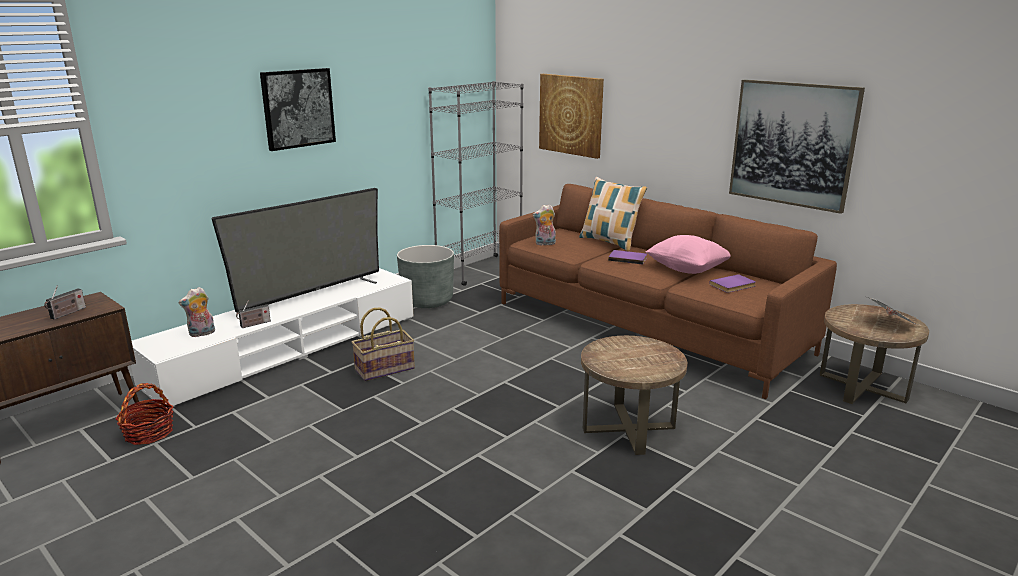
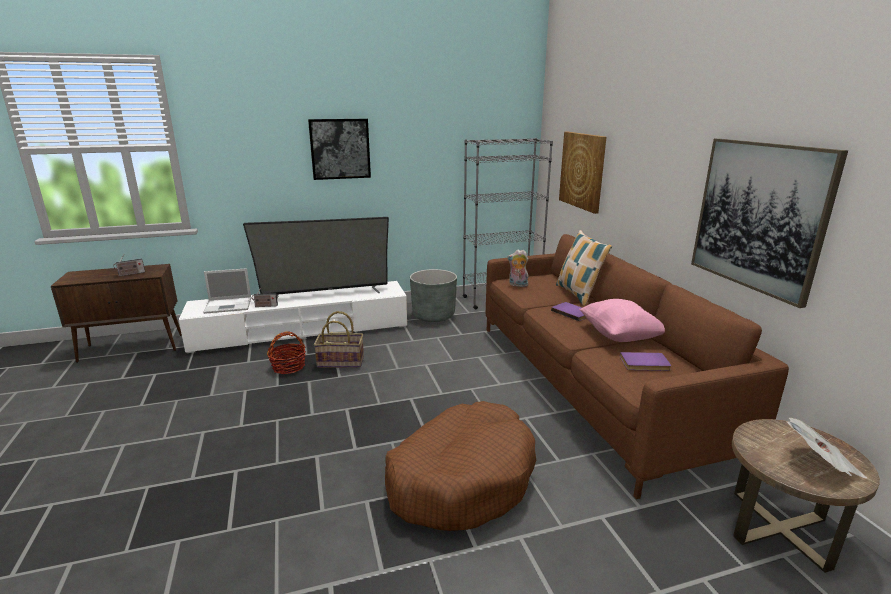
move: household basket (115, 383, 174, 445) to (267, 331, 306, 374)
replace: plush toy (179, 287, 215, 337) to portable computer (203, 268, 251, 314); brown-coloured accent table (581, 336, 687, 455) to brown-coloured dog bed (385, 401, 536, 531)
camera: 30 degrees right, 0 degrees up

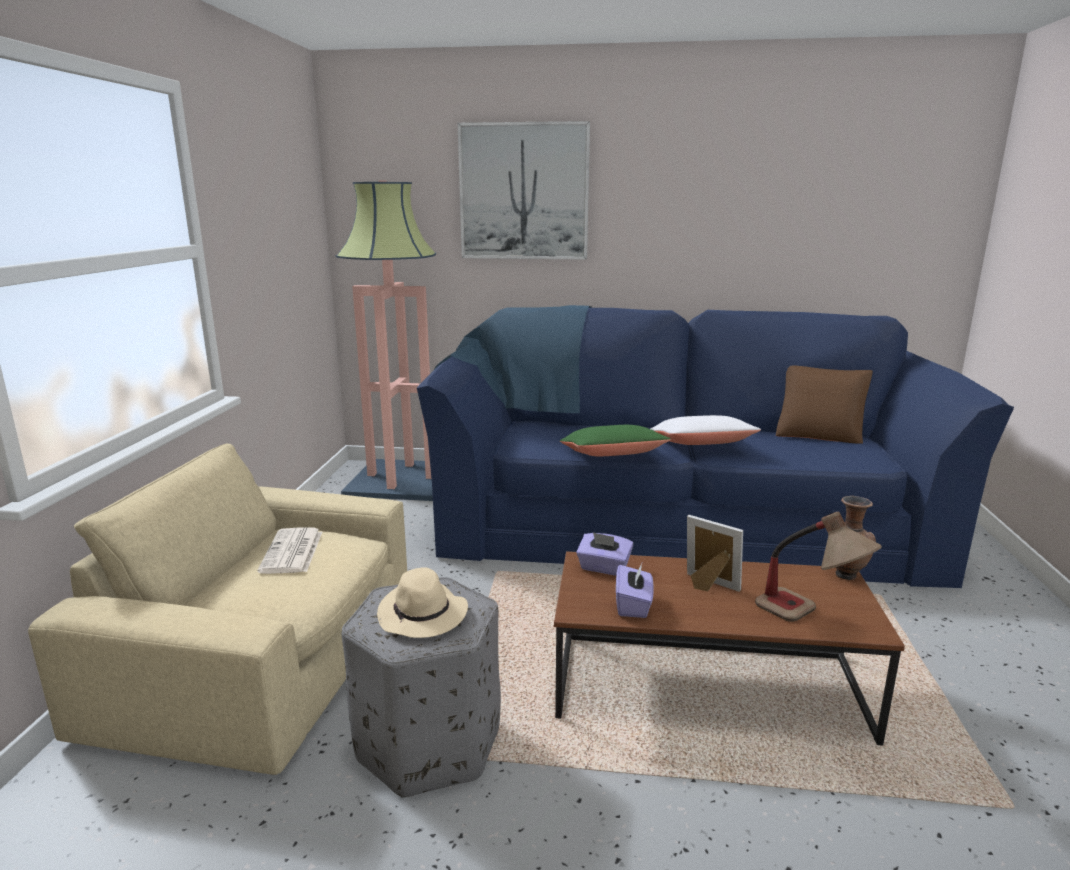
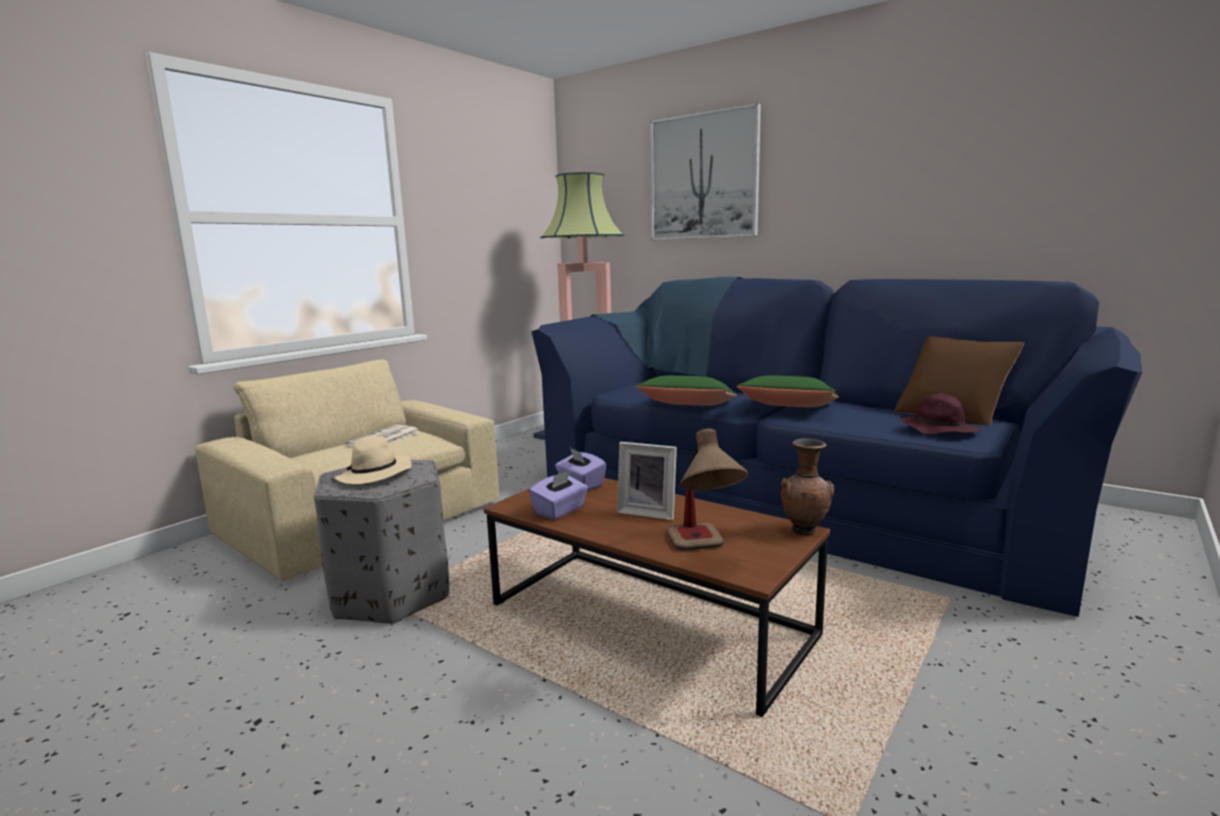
insert: purplish clothing hat (900, 393, 981, 434)
recolor: whitish throw pillow (650, 415, 761, 445) to green-coloured throw pillow (737, 375, 839, 407)
rotate: photo frame (687, 515, 743, 592) = (617, 442, 677, 520) 135 degrees clockwise
camera: 30 degrees right, 5 degrees down

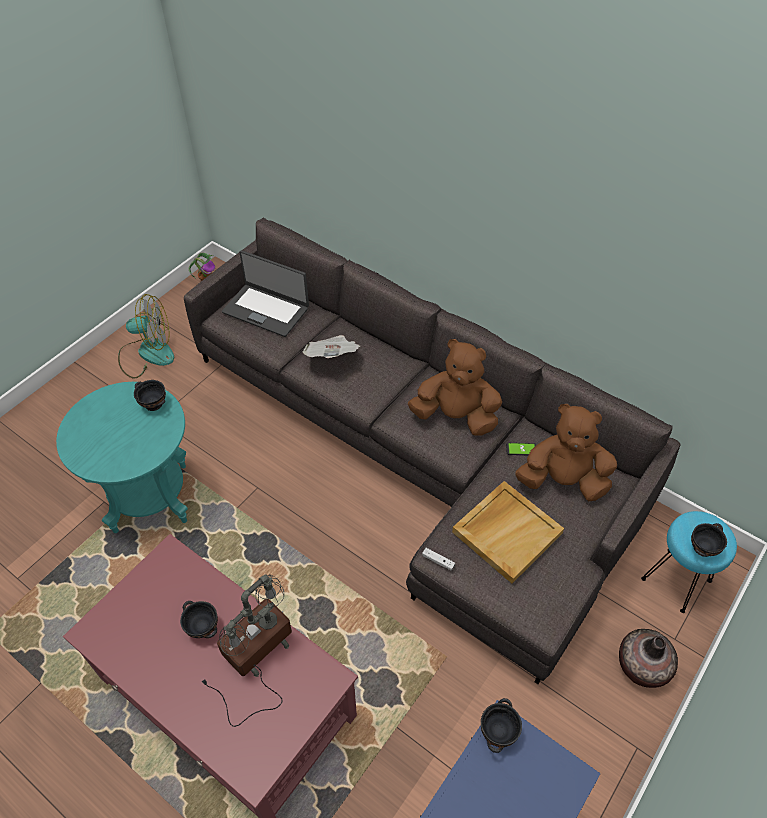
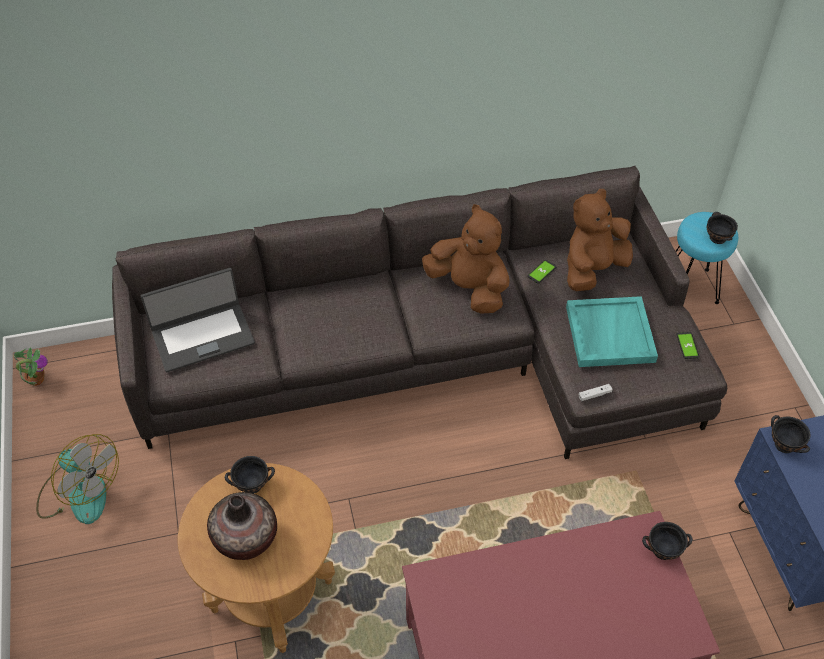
delete: newspaper (303, 335, 360, 358); tabletop lamp (201, 574, 292, 727)
insert: phone (676, 332, 699, 359)
move: black bowl (180, 601, 218, 638) to (642, 522, 693, 560); vase (619, 629, 678, 688) to (207, 492, 277, 560)
recolor: turquoise accent table (56, 382, 188, 533) to brown-coloured accent table (178, 463, 335, 653); beige carrying tray (452, 481, 564, 583) to turquoise carrying tray (566, 296, 658, 367)
rotate: fan (118, 294, 174, 379) = (36, 434, 119, 524) 90 degrees clockwise; brown-coloured plush toy (408, 339, 502, 436) = (422, 204, 510, 314) 75 degrees clockwise
camera: 50 degrees left, 0 degrees up

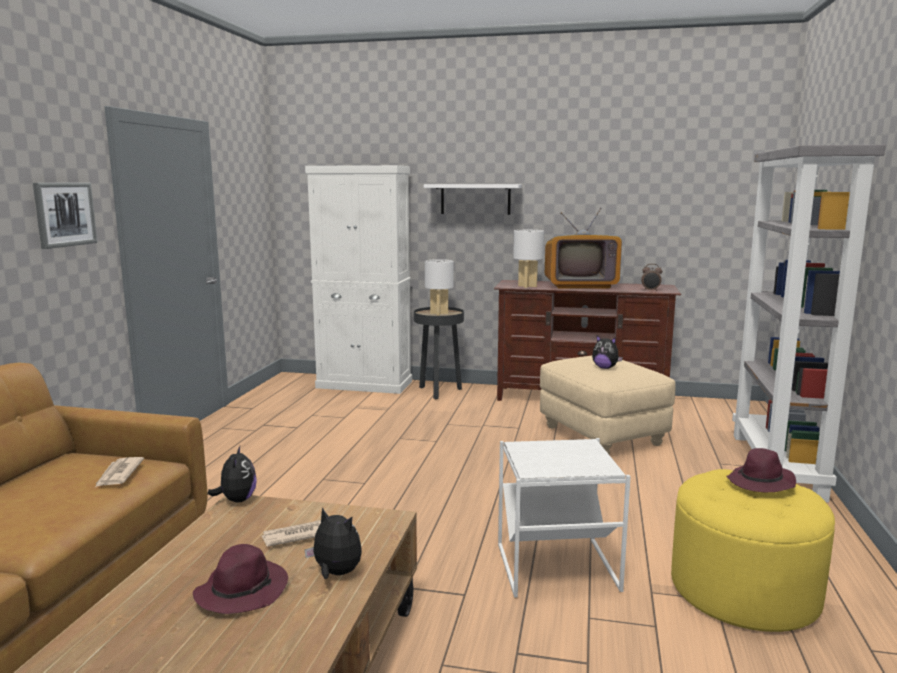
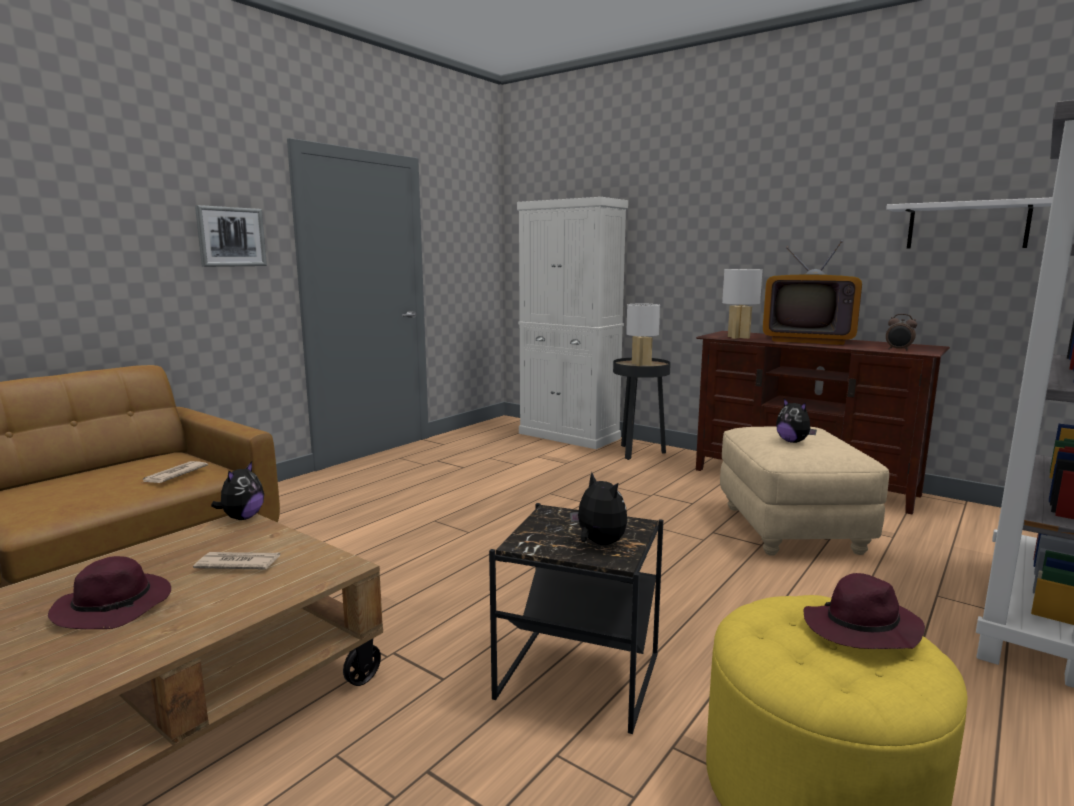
move: whitish wall shelf (424, 184, 522, 215) to (886, 197, 1052, 249); plush toy (304, 508, 362, 579) to (570, 472, 628, 545)
recolor: whitish accent table (498, 438, 631, 597) to black accent table (489, 503, 663, 734)
camera: 25 degrees right, 0 degrees up

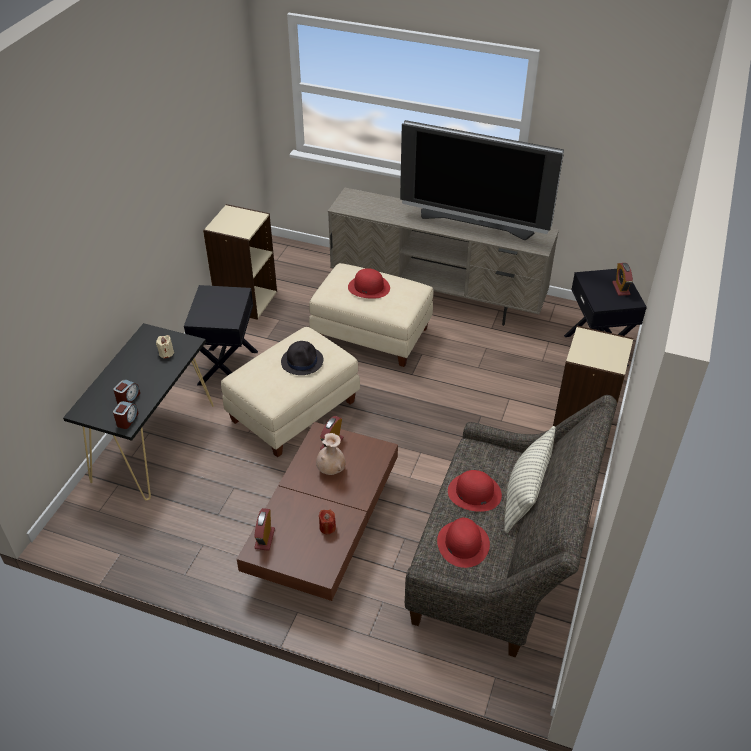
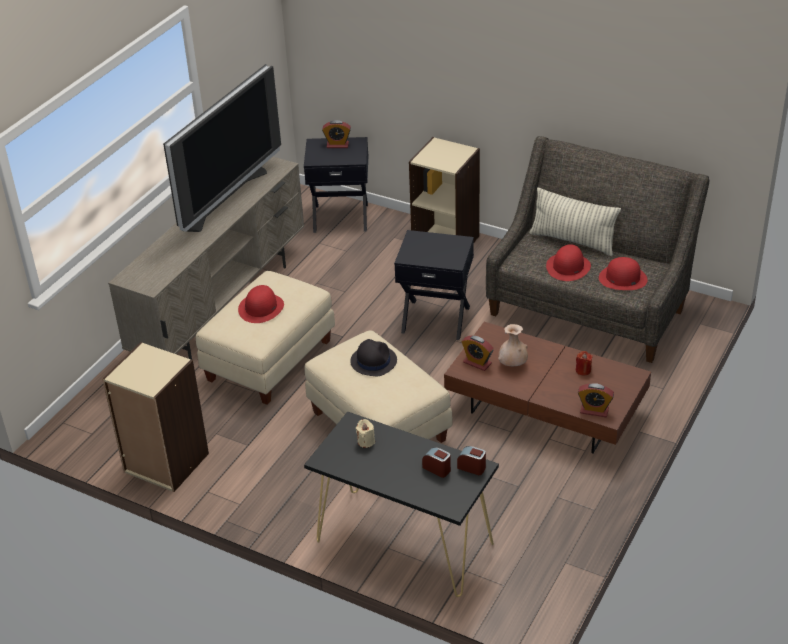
move: black accent table (184, 285, 258, 386) to (394, 230, 474, 340)
camera: 80 degrees left, 5 degrees down

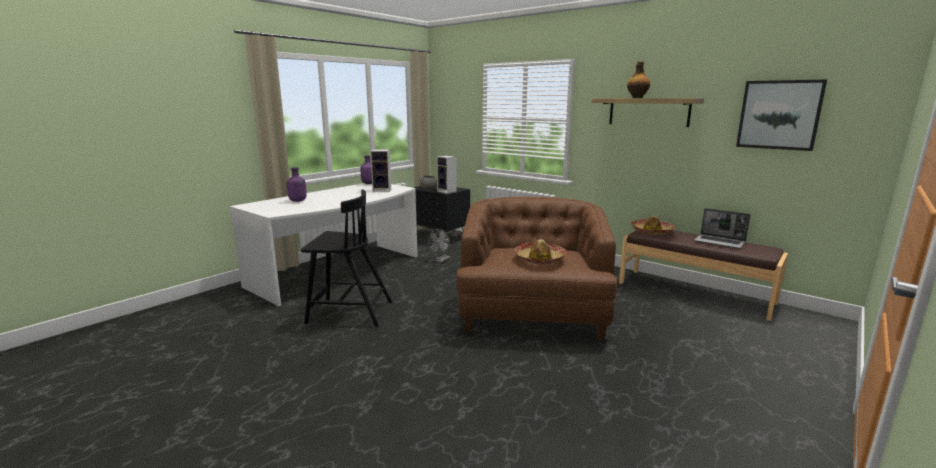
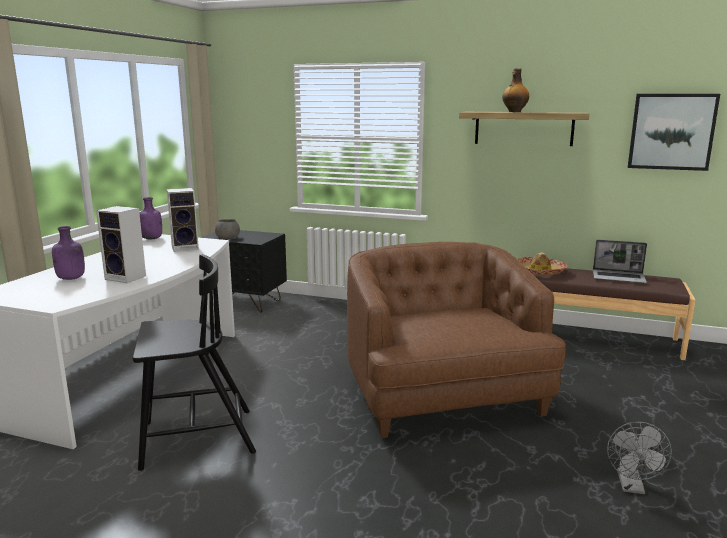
delete: clothing hat (514, 239, 567, 265)
move: speaker (437, 155, 457, 194) to (96, 206, 146, 283); greyish fan (428, 229, 450, 263) to (607, 422, 672, 494)
camera: 20 degrees left, 0 degrees up

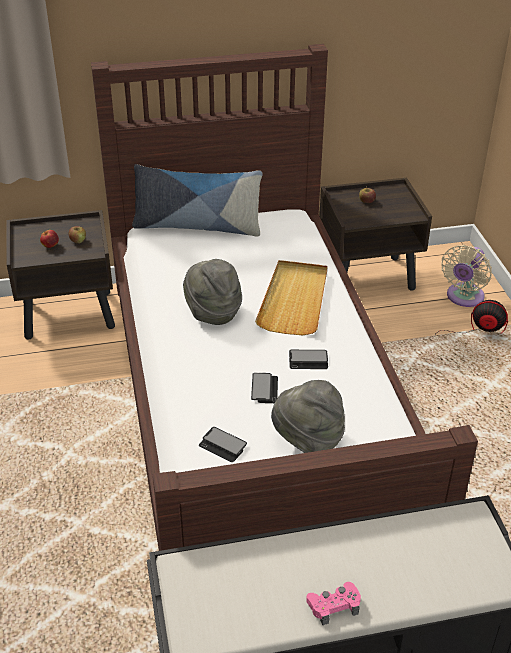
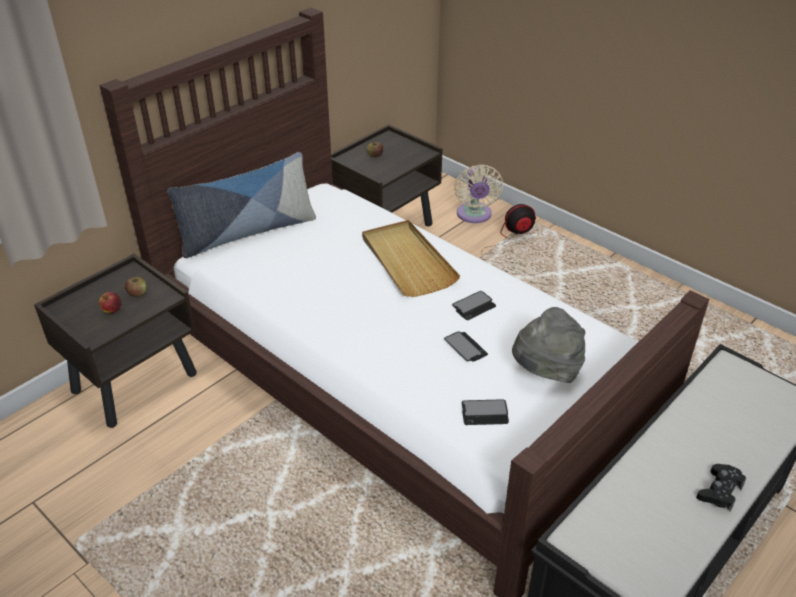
delete: greyish clothing hat (183, 259, 242, 325)
recolor: pinkish joypad (306, 582, 361, 625) to black joypad (696, 464, 746, 512)
camera: 35 degrees left, 0 degrees up

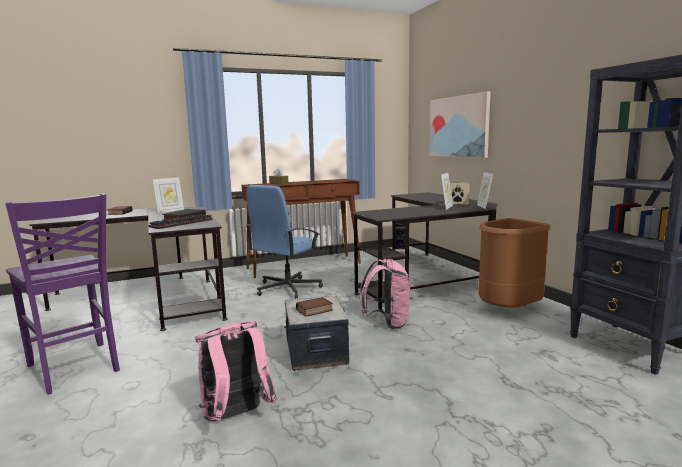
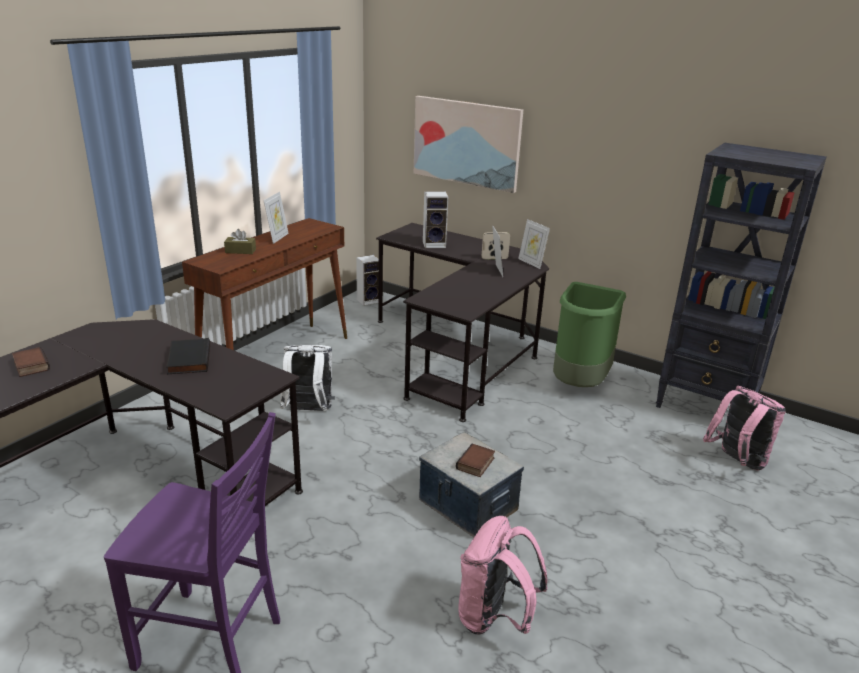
delete: keyboard (149, 214, 213, 229)
insert: speaker (423, 191, 448, 248)
move: photo frame (153, 177, 184, 213) to (264, 192, 289, 244); pinkish backpack (360, 258, 410, 329) to (703, 386, 786, 470)
replace: bluish office chair (245, 185, 323, 299) to whitish backpack (280, 345, 335, 411)
recolor: brown-coloured rubbish bin (478, 218, 551, 308) to green-coloured rubbish bin (553, 282, 626, 387)
camera: 35 degrees left, 15 degrees up

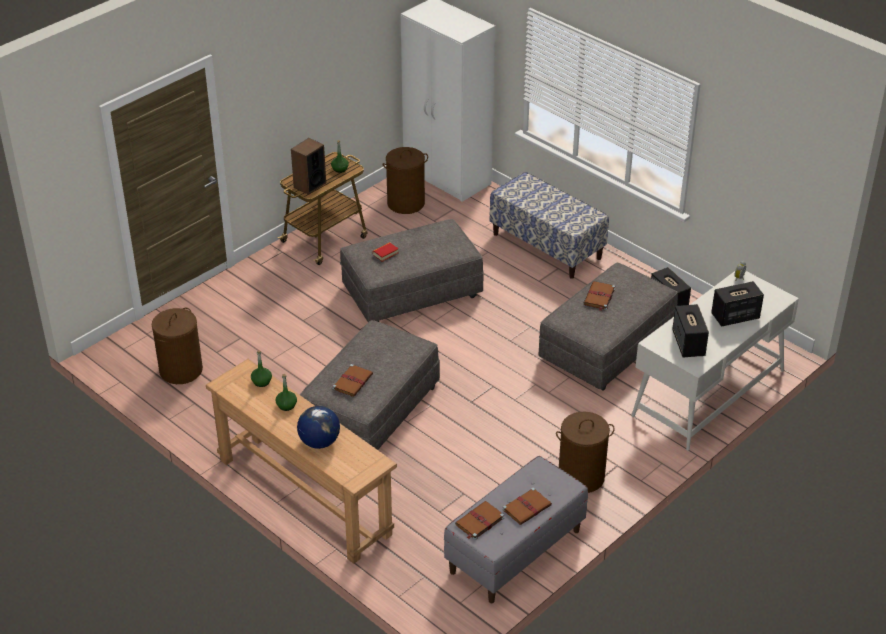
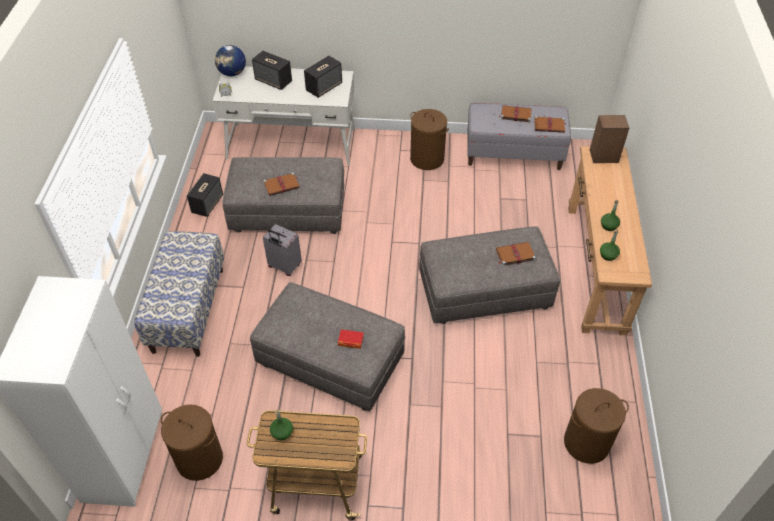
insert: greyish suitcase (263, 224, 302, 276)
move: speaker (291, 138, 326, 195) to (590, 115, 629, 163); world globe (297, 406, 340, 449) to (215, 45, 246, 76)
camera: 130 degrees left, 10 degrees up

